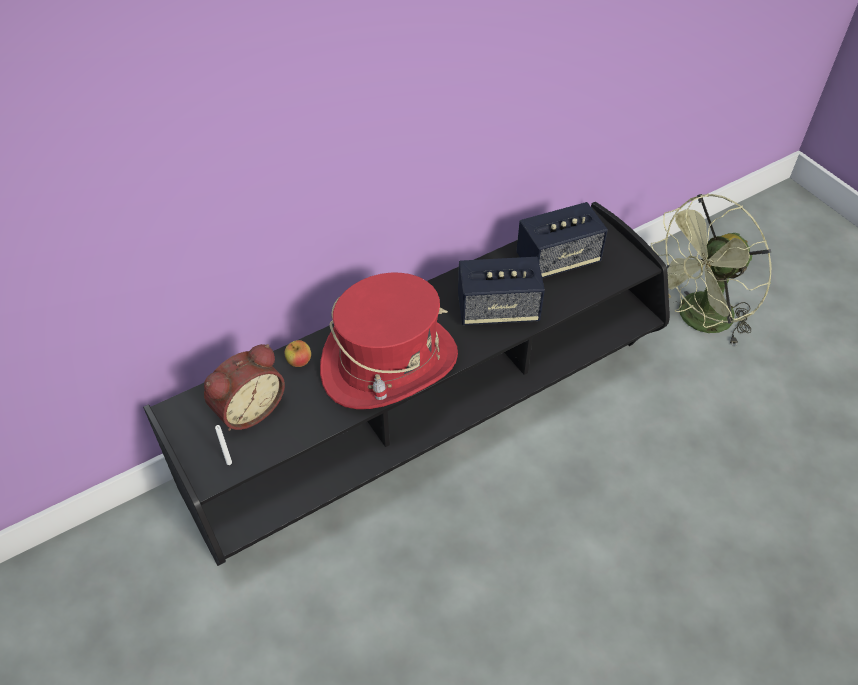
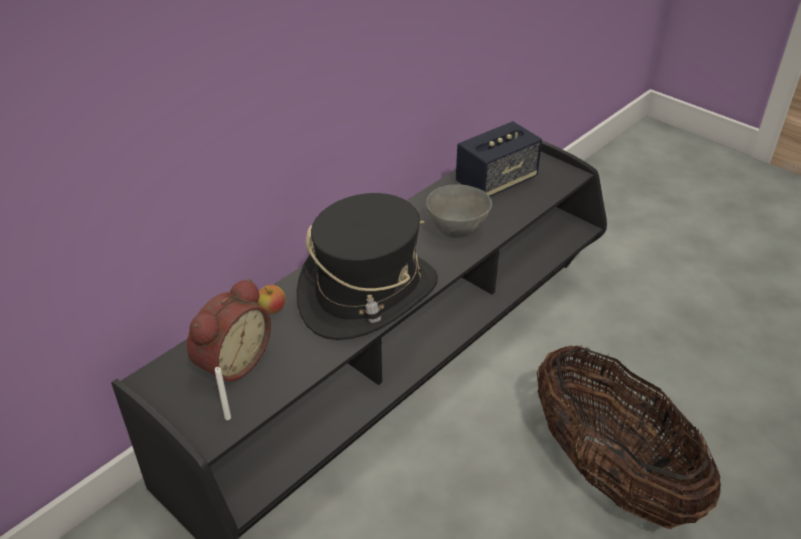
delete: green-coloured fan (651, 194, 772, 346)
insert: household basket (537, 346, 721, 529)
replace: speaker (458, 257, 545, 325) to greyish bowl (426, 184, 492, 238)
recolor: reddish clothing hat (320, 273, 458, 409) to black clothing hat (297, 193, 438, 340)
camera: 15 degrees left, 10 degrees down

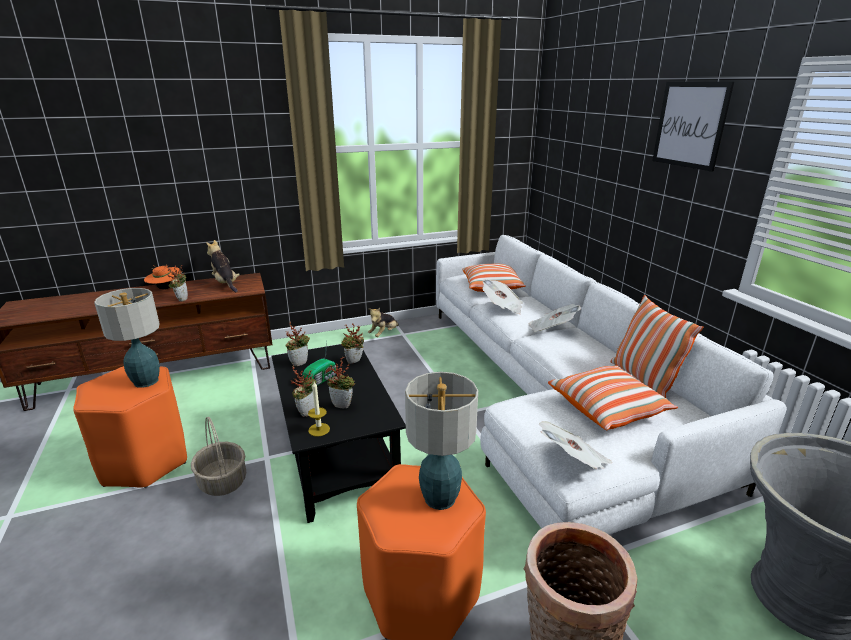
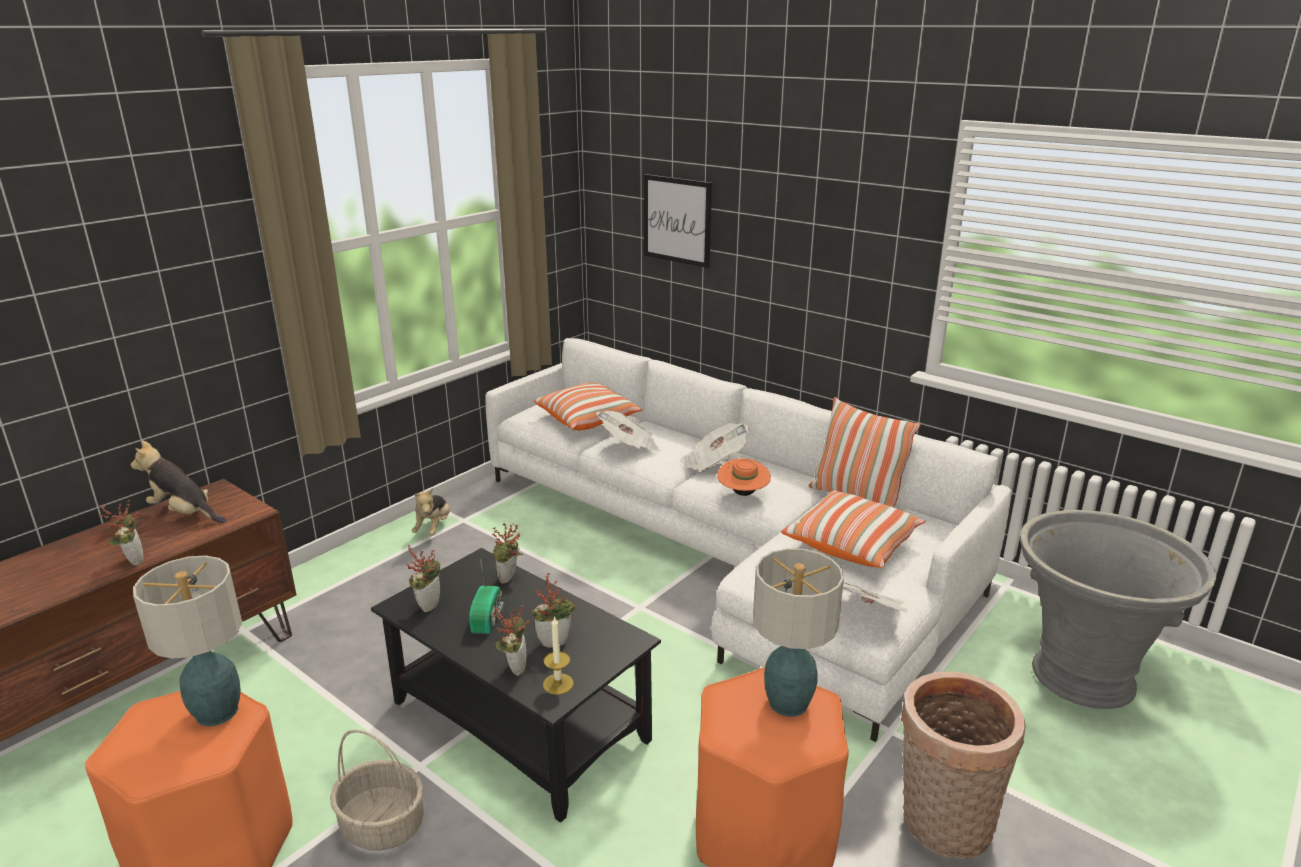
move: wall picture (652, 82, 734, 172) to (644, 174, 712, 268); orangey clothing hat (144, 266, 181, 289) to (717, 458, 771, 496)
camera: 30 degrees left, 0 degrees up

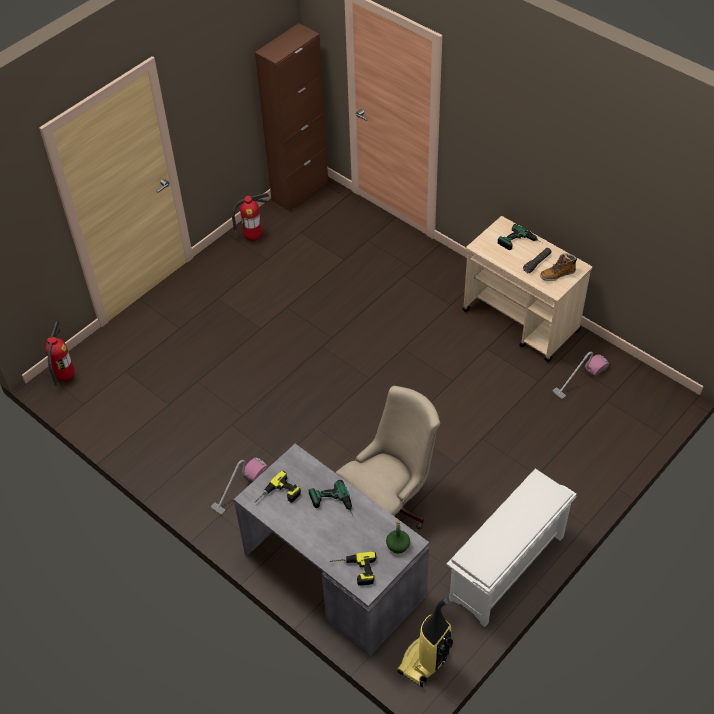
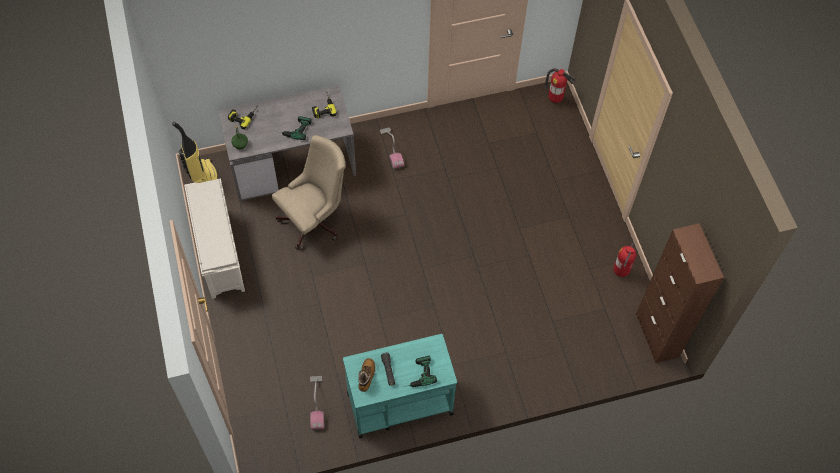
recolor: beige cart (462, 216, 592, 363) to turquoise cart (343, 334, 457, 439)
rotate: beige office chair (336, 386, 440, 529) = (272, 135, 346, 249) 120 degrees counterclockwise
camera: 120 degrees right, 10 degrees up

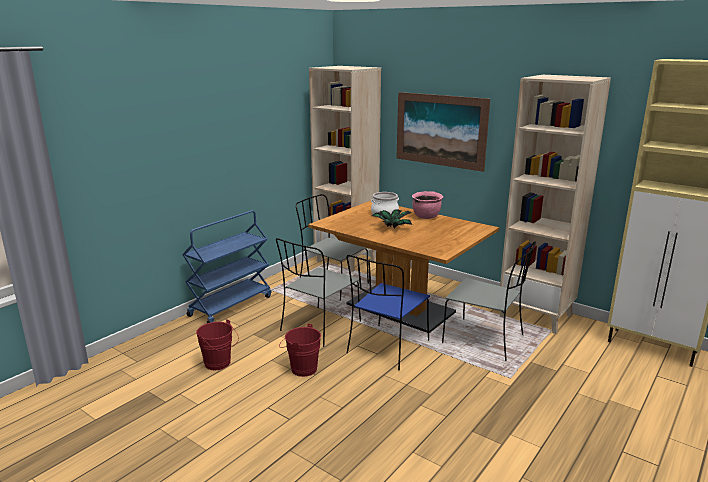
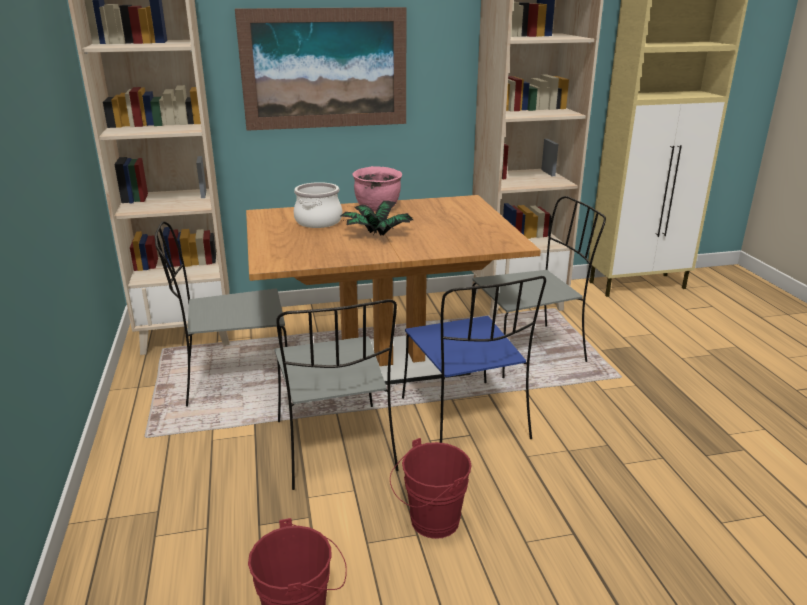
delete: bluish cart (182, 211, 271, 323)
camera: 50 degrees left, 5 degrees up

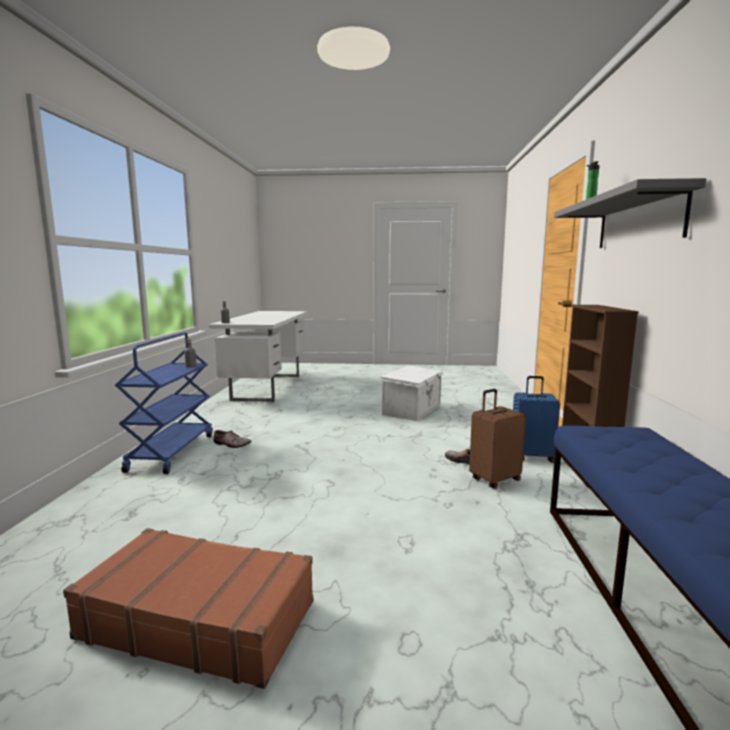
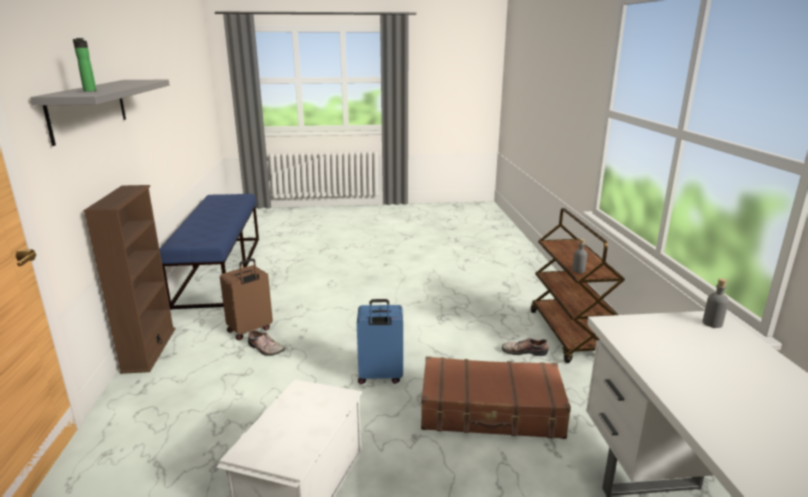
move: bluish suitcase (513, 376, 560, 463) to (357, 299, 403, 384); brown-coloured suitcase (63, 528, 313, 689) to (421, 356, 571, 439)
recolor: bluish cart (115, 332, 213, 474) to brown-coloured cart (531, 208, 625, 363)
camera: 170 degrees right, 10 degrees up

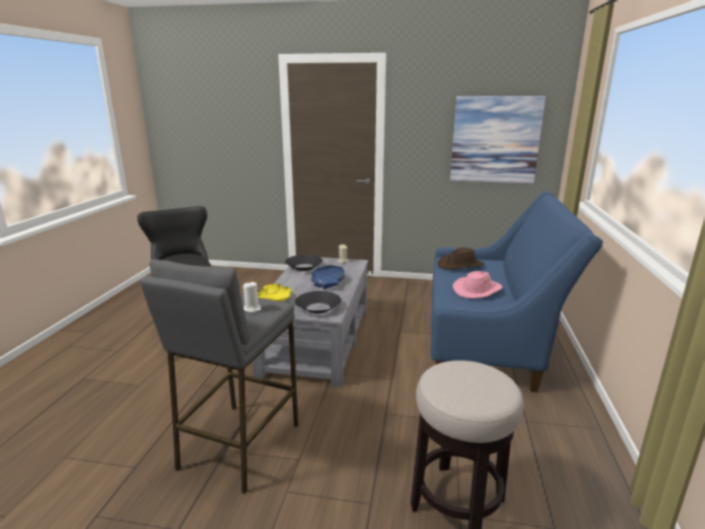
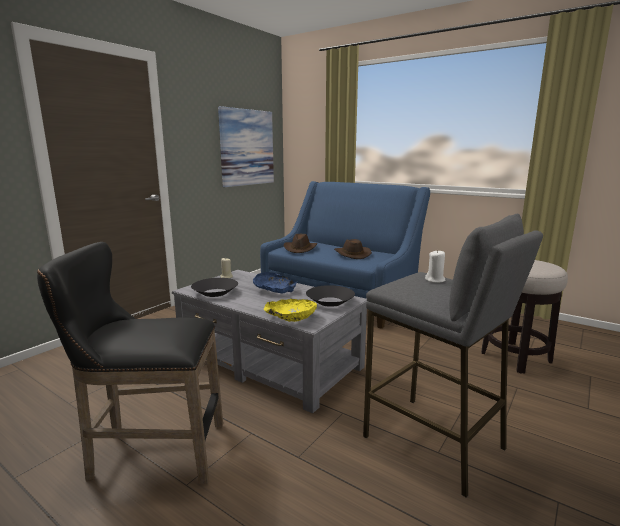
recolor: pinkish clothing hat (453, 271, 502, 298) to brown-coloured clothing hat (334, 239, 372, 259)
camera: 65 degrees left, 5 degrees down

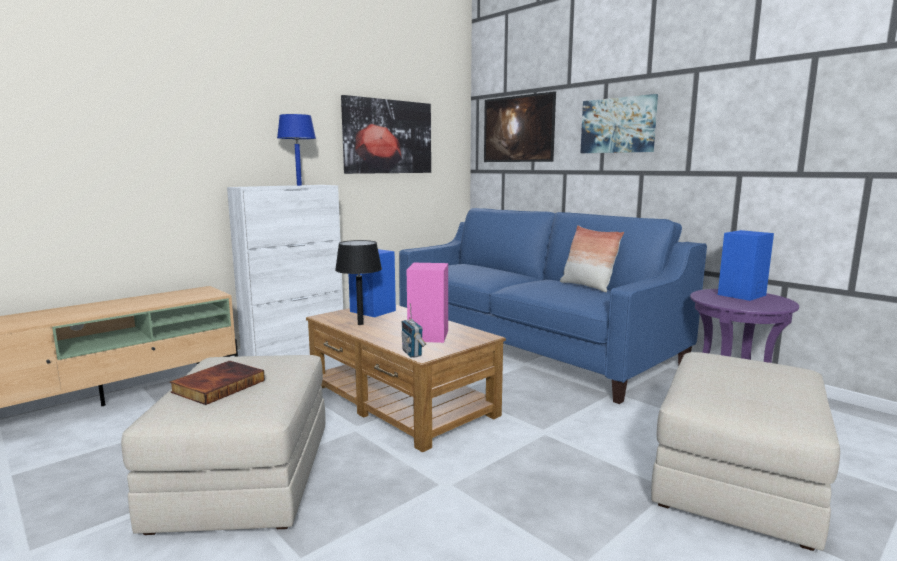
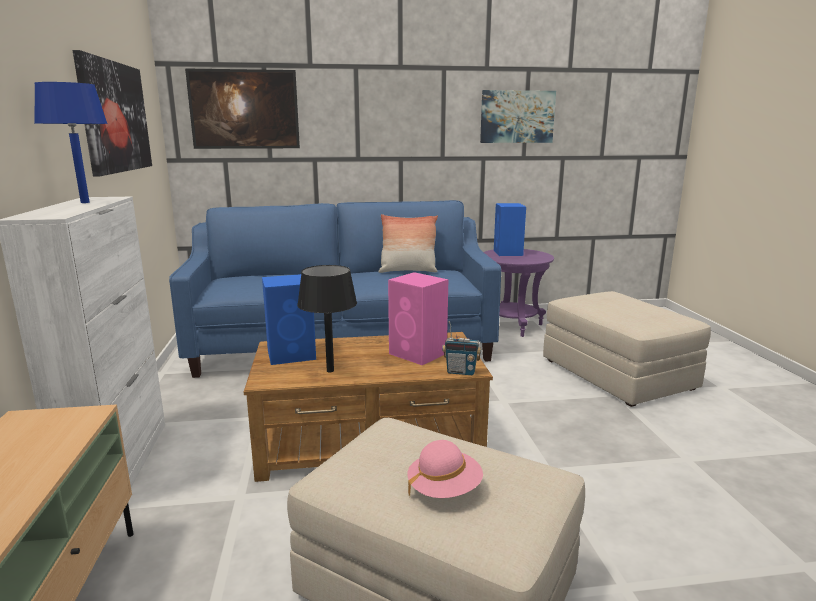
move: wall picture (580, 94, 658, 153) to (480, 90, 556, 143)
replace: volume (170, 361, 265, 405) to pinkish clothing hat (407, 440, 483, 498)
camera: 55 degrees left, 5 degrees up

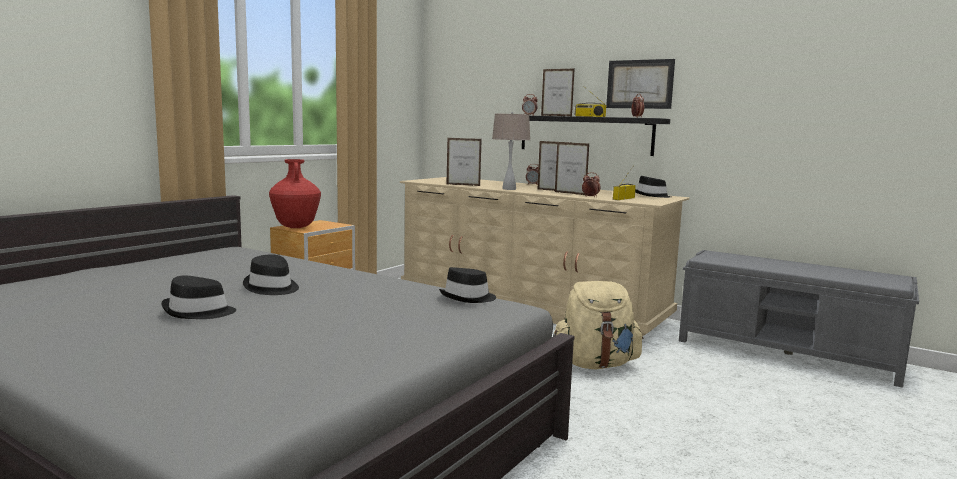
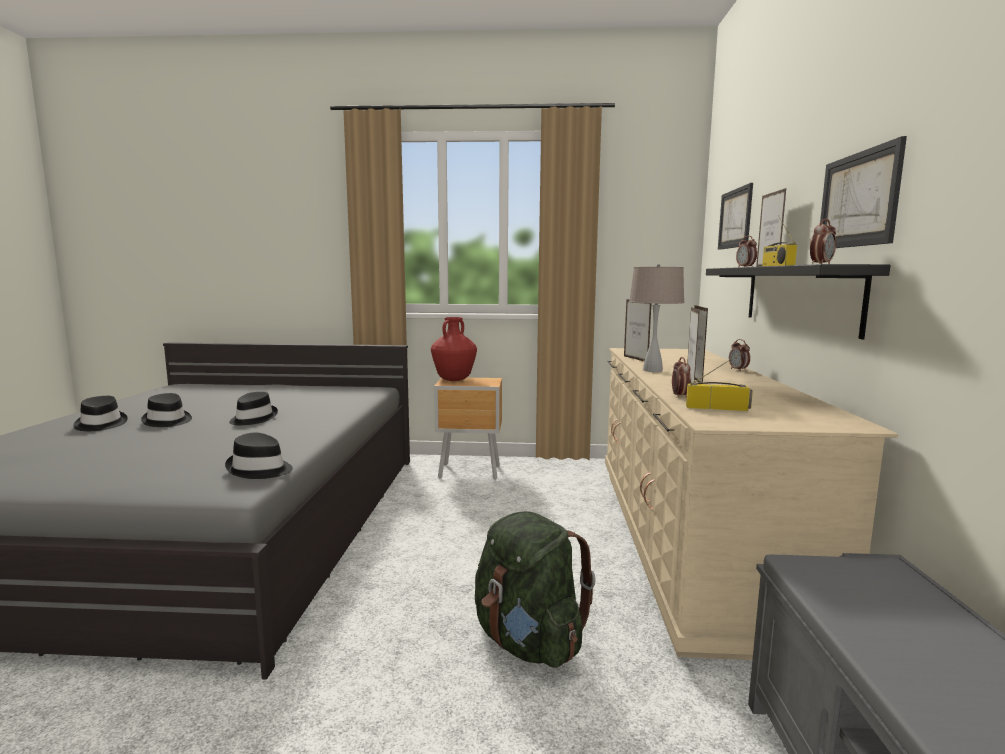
insert: wall picture (718, 183, 753, 250)
move: black clothing hat (635, 176, 671, 198) to (73, 396, 128, 431)
recolor: beige backpack (553, 281, 644, 369) to green-coloured backpack (475, 511, 596, 668)
camera: 60 degrees right, 0 degrees up

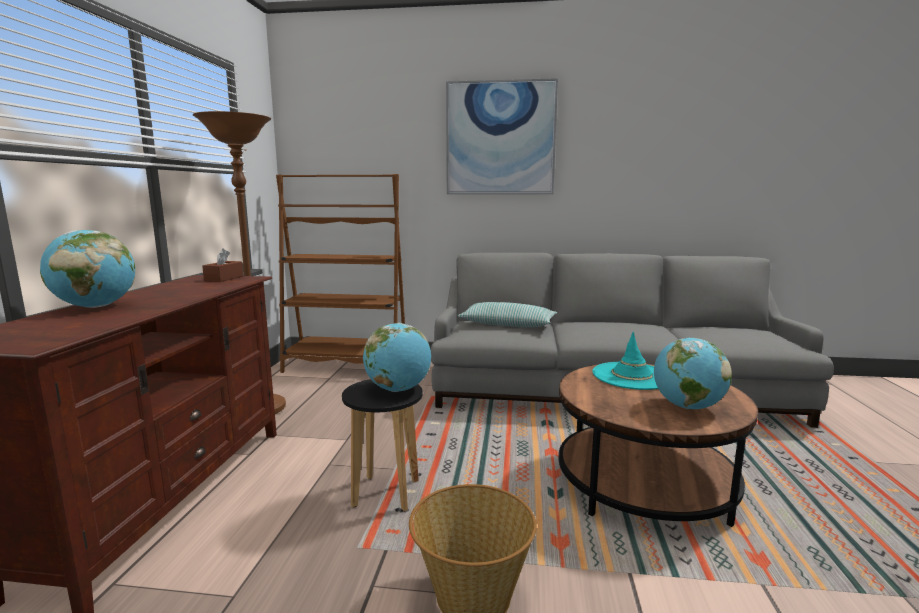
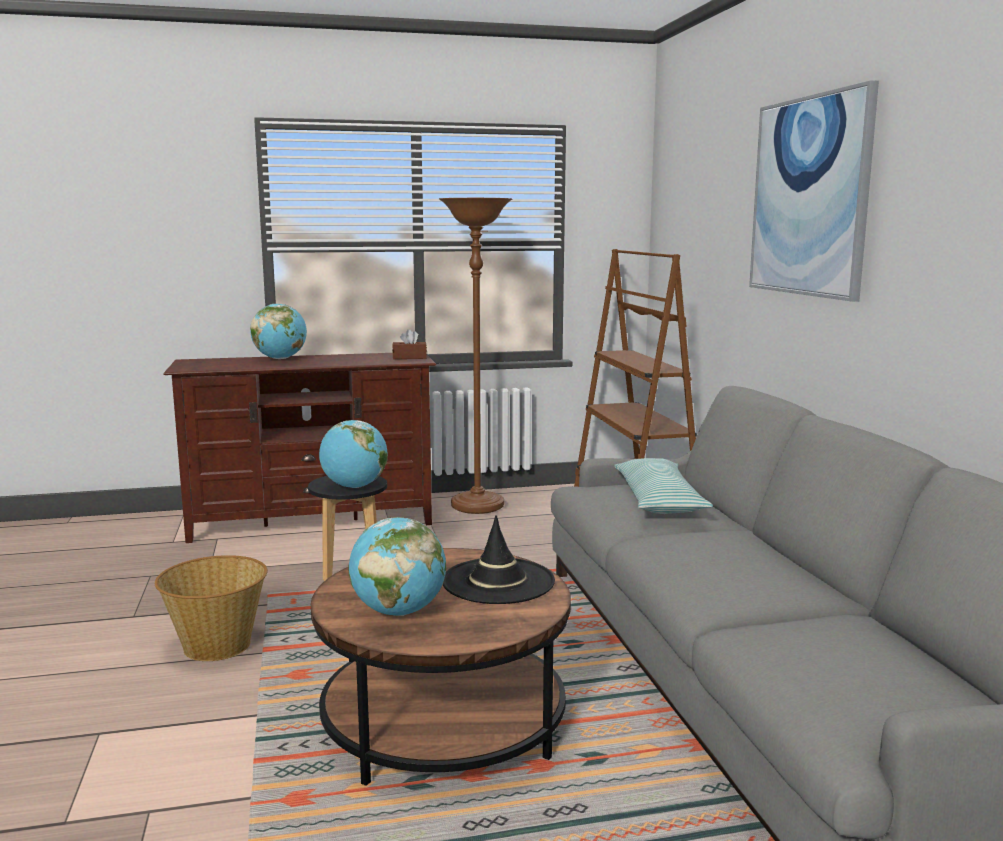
recolor: turquoise clothing hat (592, 332, 658, 390) to black clothing hat (443, 515, 555, 604)
camera: 70 degrees right, 0 degrees up

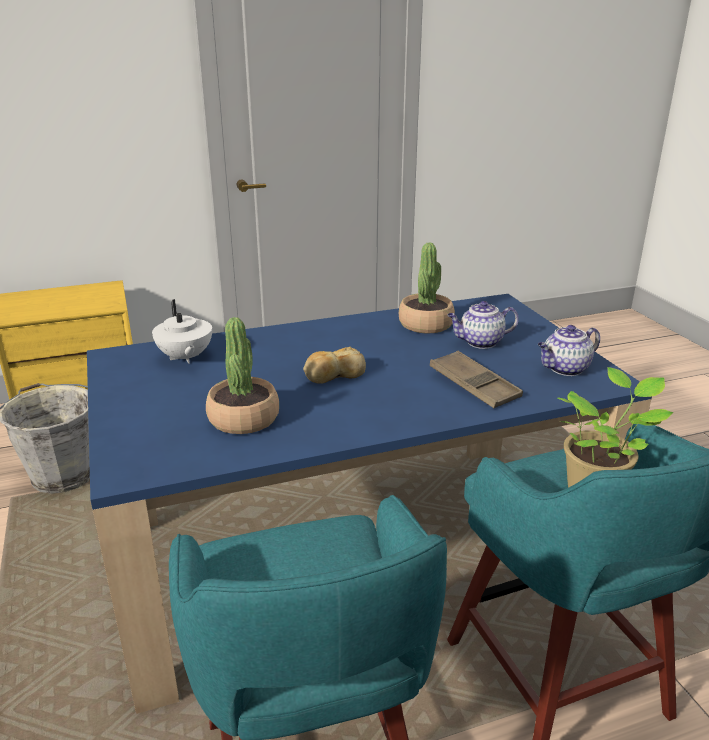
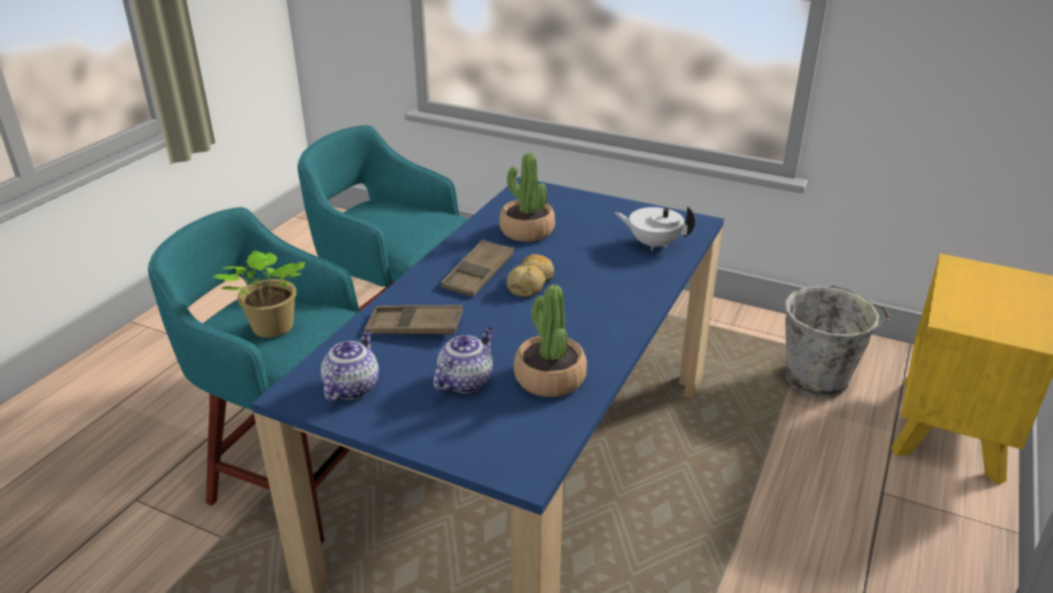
insert: brown-coloured carrying tray (441, 239, 514, 297)
camera: 135 degrees right, 5 degrees up

